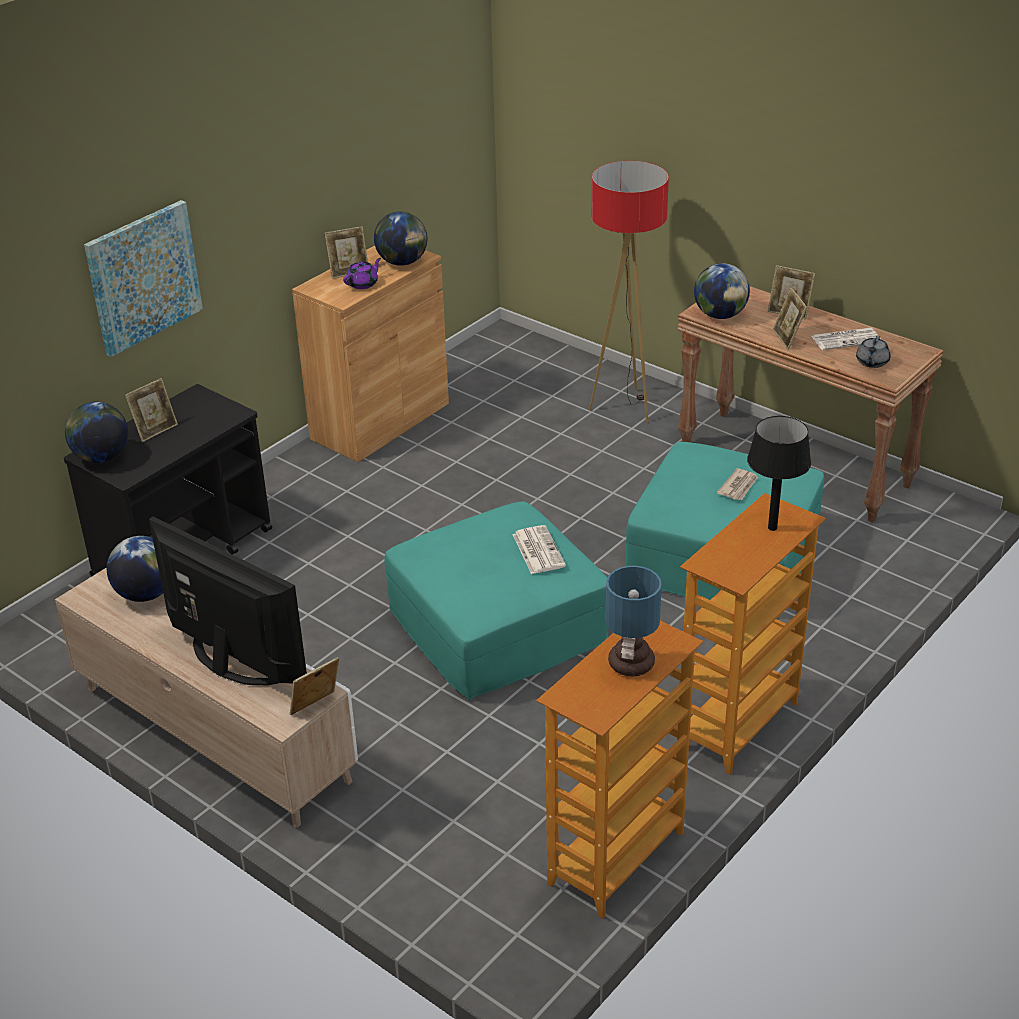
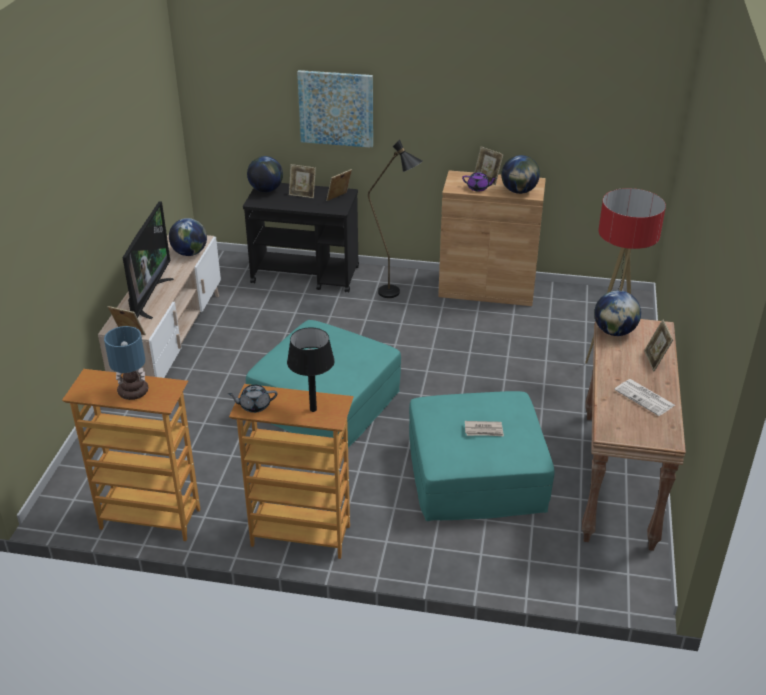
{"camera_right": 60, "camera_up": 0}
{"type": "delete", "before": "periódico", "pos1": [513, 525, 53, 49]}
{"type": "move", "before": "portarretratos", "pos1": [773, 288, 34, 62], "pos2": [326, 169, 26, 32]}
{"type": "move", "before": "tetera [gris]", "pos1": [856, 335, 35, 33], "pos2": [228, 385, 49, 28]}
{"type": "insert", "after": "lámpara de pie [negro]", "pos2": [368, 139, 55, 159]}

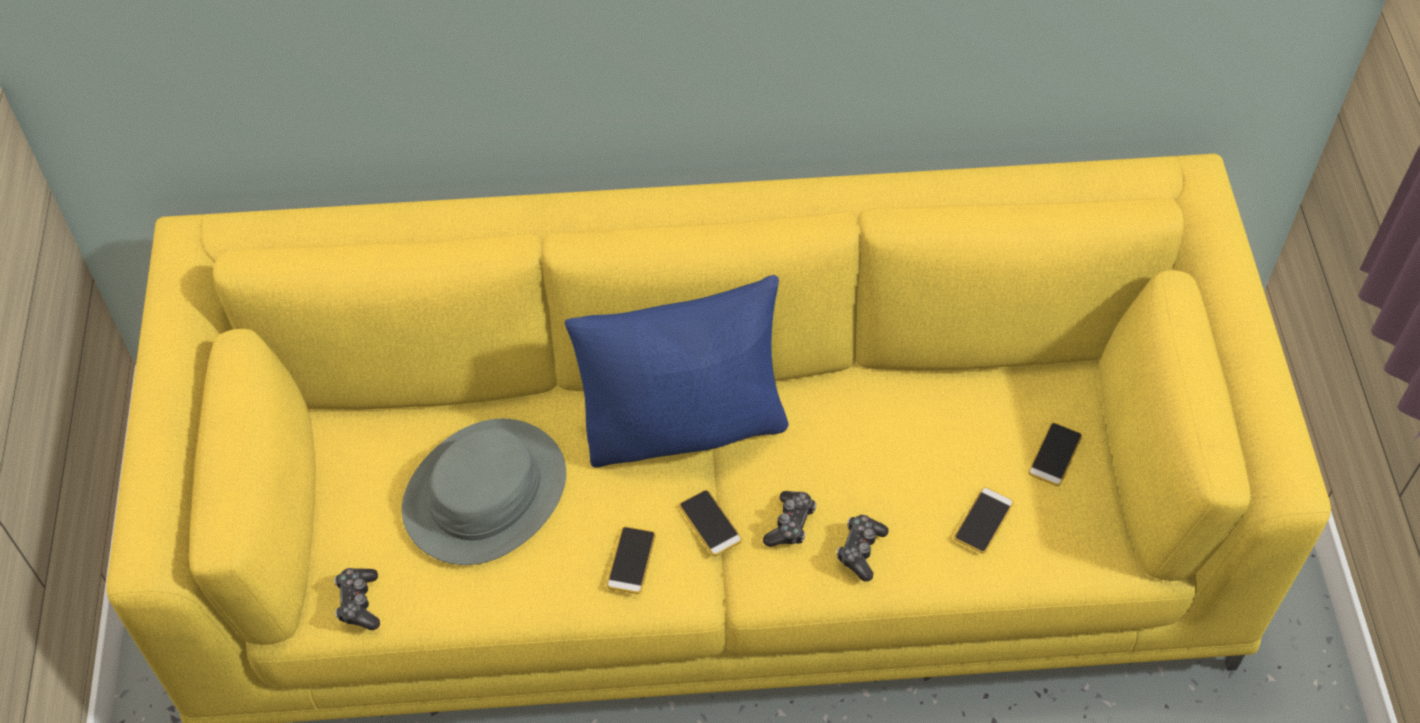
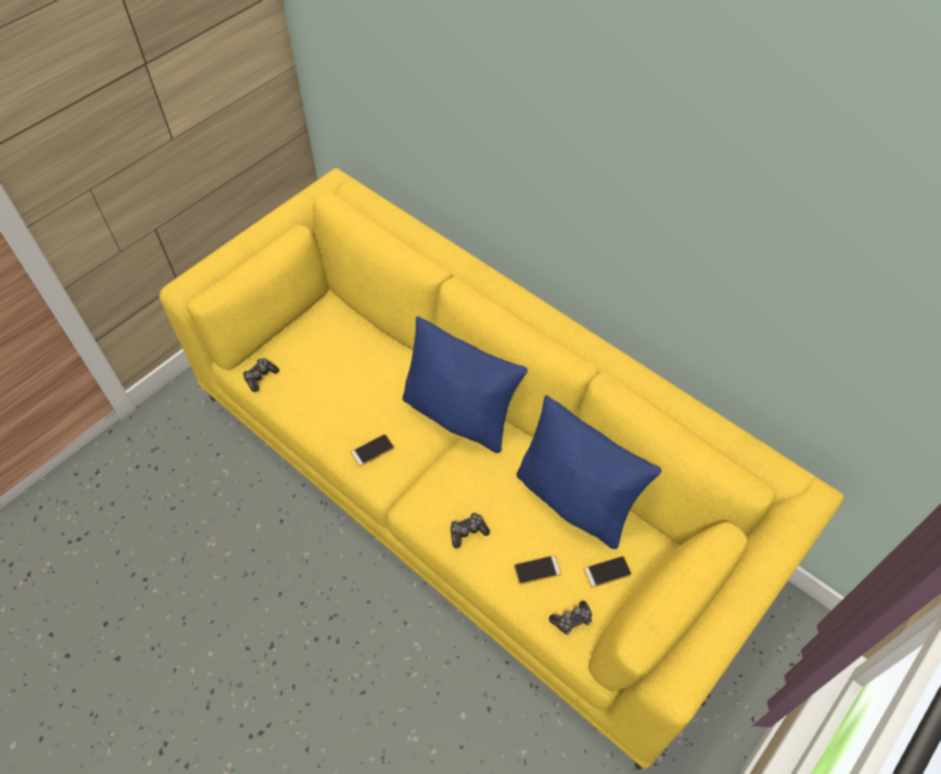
{"camera_right": 45, "camera_up": 0}
{"type": "delete", "before": "sombrero [gris]", "pos1": [402, 418, 164, 147]}
{"type": "delete", "before": "móvil", "pos1": [679, 490, 63, 66]}
{"type": "move", "before": "mando de consola", "pos1": [763, 491, 53, 56], "pos2": [549, 600, 43, 35]}
{"type": "insert", "after": "cojín [azul]", "pos2": [516, 395, 146, 154]}

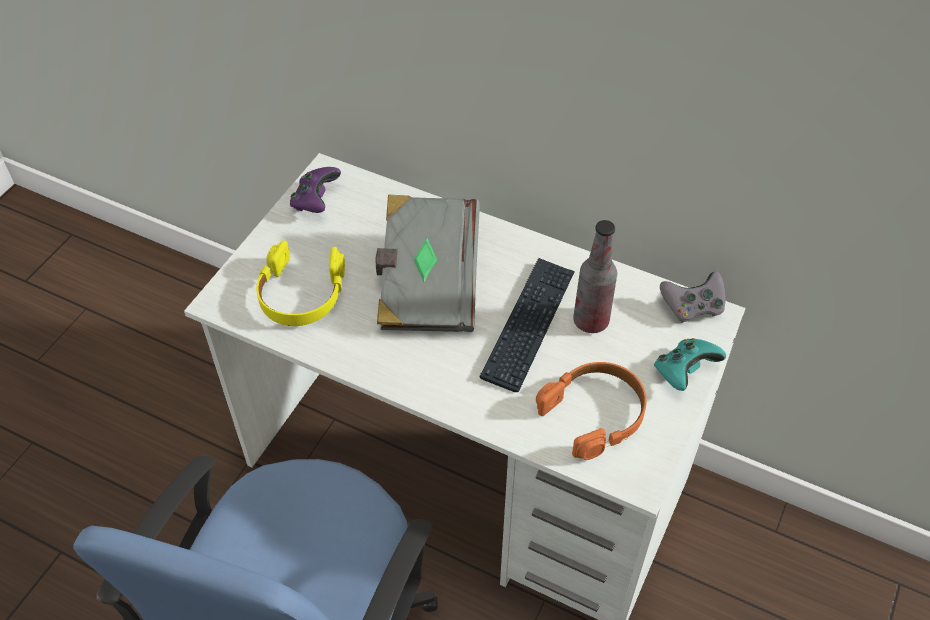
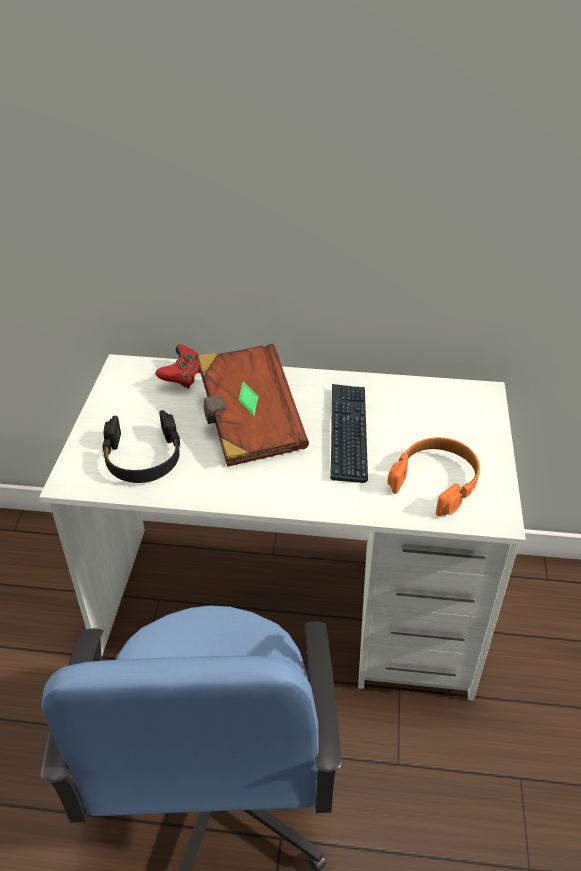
{"camera_right": -20, "camera_up": -10}
{"type": "recolor", "before": "auriculares [amarillo]", "after": "auriculares [negro]", "pos1": [256, 240, 89, 86], "pos2": [102, 410, 78, 73]}
{"type": "delete", "before": "mando de consola [morado]", "pos1": [290, 167, 51, 46]}
{"type": "recolor", "before": "libro [gris]", "after": "libro [marrón]", "pos1": [375, 195, 105, 137], "pos2": [197, 344, 112, 123]}
{"type": "delete", "before": "botella", "pos1": [573, 220, 44, 113]}
{"type": "delete", "before": "mando de consola [turquesa]", "pos1": [654, 338, 72, 53]}
{"type": "delete", "before": "mando de consola [gris]", "pos1": [660, 271, 65, 52]}
{"type": "insert", "after": "mando de consola [rojo]", "pos2": [155, 344, 45, 45]}

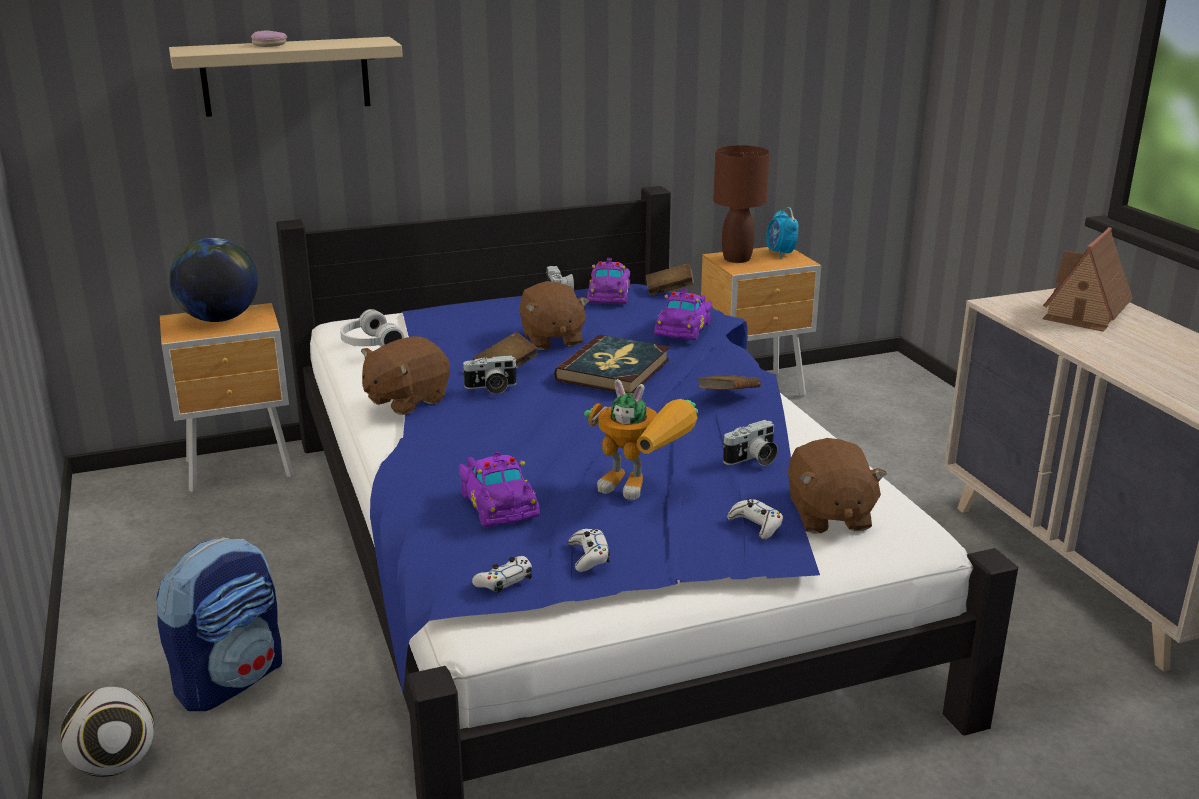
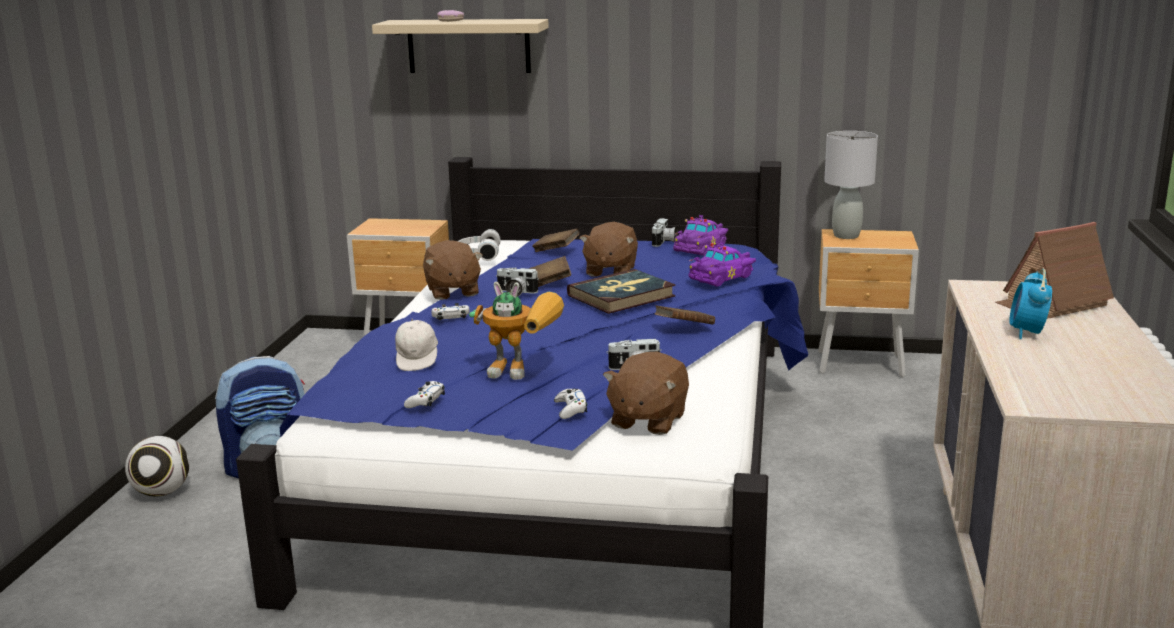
{"camera_right": 30, "camera_up": -5}
{"type": "delete", "before": "globo terráqueo", "pos1": [169, 238, 89, 84]}
{"type": "rotate", "before": "peluche [marrón]", "pos1": [361, 336, 89, 79], "pos2": [423, 240, 60, 60], "turn": -90}
{"type": "replace", "before": "coche de juguete [morado]", "after": "gorra [blanco]", "pos1": [459, 452, 81, 75], "pos2": [395, 319, 43, 52]}
{"type": "move", "before": "mando de consola [blanco]", "pos1": [472, 556, 60, 37], "pos2": [431, 303, 38, 17]}
{"type": "rotate", "before": "robot de juguete", "pos1": [584, 379, 114, 121], "pos2": [469, 282, 95, 98], "turn": -45}
{"type": "move", "before": "libro [marrón]", "pos1": [646, 263, 48, 33], "pos2": [532, 229, 48, 23]}
{"type": "recolor", "before": "lámpara de mesa [marrón]", "after": "lámpara de mesa [gris]", "pos1": [713, 145, 57, 118], "pos2": [824, 131, 54, 108]}
{"type": "move", "before": "despertador", "pos1": [766, 207, 33, 51], "pos2": [1009, 269, 43, 70]}

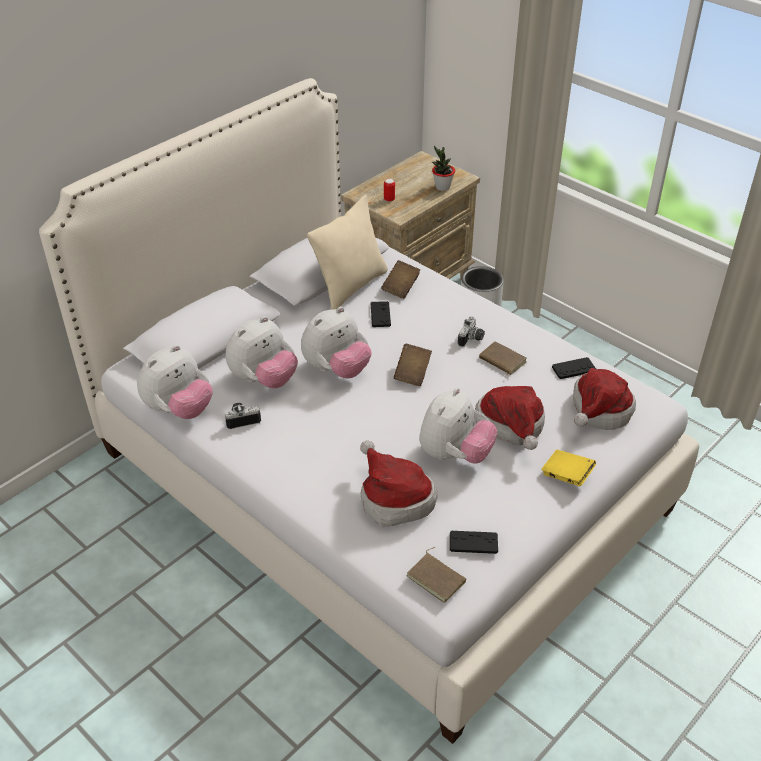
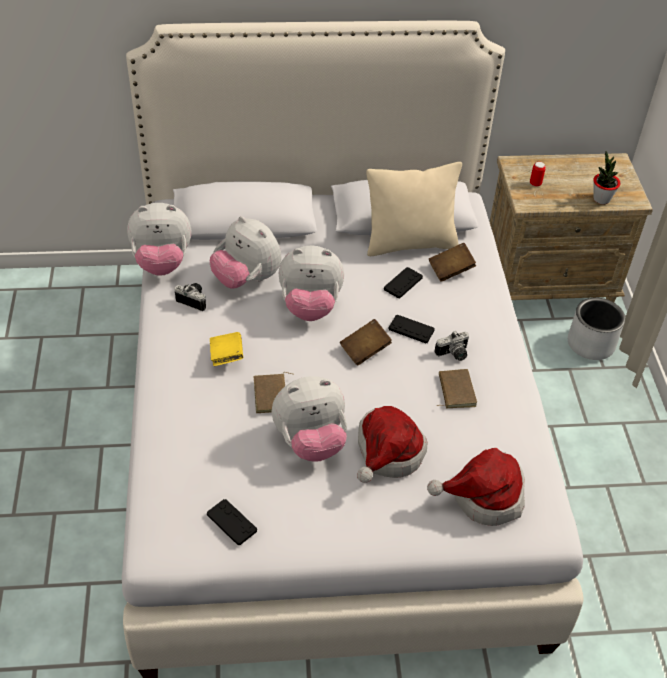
{"camera_right": 40, "camera_up": 5}
{"type": "rotate", "before": "peluche", "pos1": [226, 316, 72, 72], "pos2": [210, 216, 71, 72], "turn": 45}
{"type": "delete", "before": "sombrero", "pos1": [360, 440, 78, 87]}
{"type": "move", "before": "libro [marrón]", "pos1": [406, 547, 60, 56], "pos2": [253, 372, 39, 41]}
{"type": "move", "before": "libro [amarillo]", "pos1": [541, 449, 55, 37], "pos2": [210, 332, 33, 34]}
{"type": "move", "before": "mando de consola [negro]", "pos1": [552, 357, 44, 22], "pos2": [389, 315, 46, 28]}

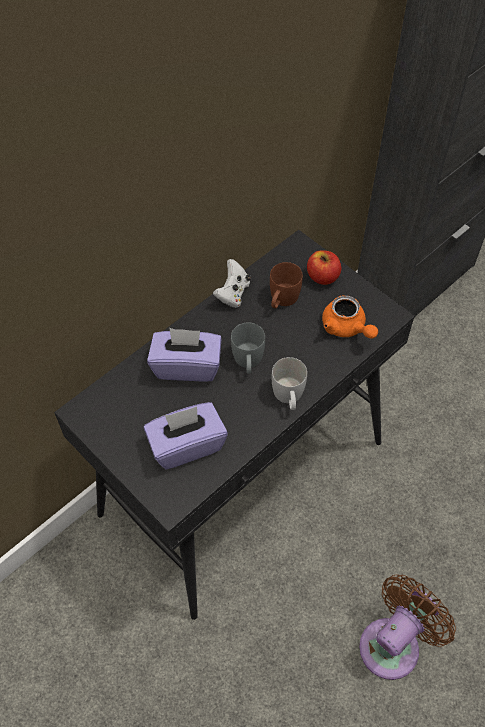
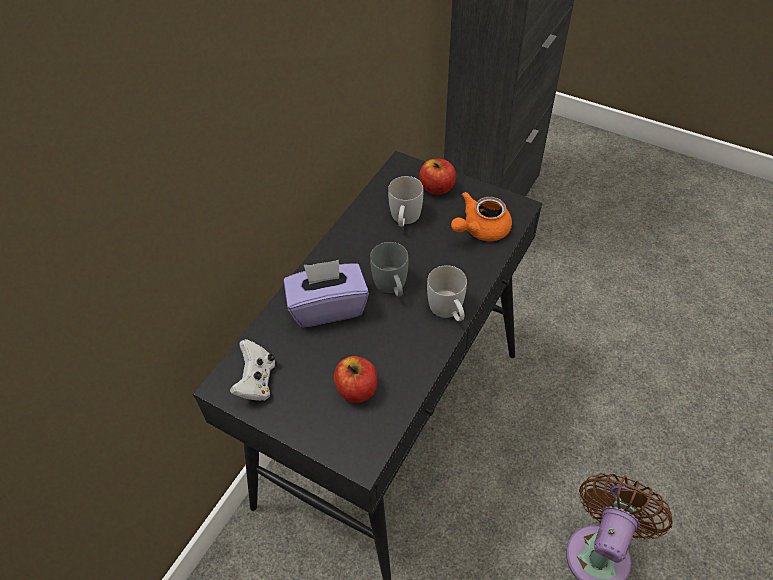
{"camera_right": -15, "camera_up": -5}
{"type": "replace", "before": "caja de pañuelos [morado]", "after": "manzana", "pos1": [144, 402, 84, 68], "pos2": [334, 356, 43, 47]}
{"type": "move", "before": "mando de consola [blanco]", "pos1": [213, 259, 38, 49], "pos2": [230, 339, 45, 62]}
{"type": "recolor", "before": "taza grande [marrón]", "after": "taza grande [blanco]", "pos1": [270, 262, 33, 46], "pos2": [388, 176, 35, 51]}
{"type": "rotate", "before": "tetera [naranja]", "pos1": [322, 295, 56, 43], "pos2": [451, 192, 61, 49], "turn": 105}

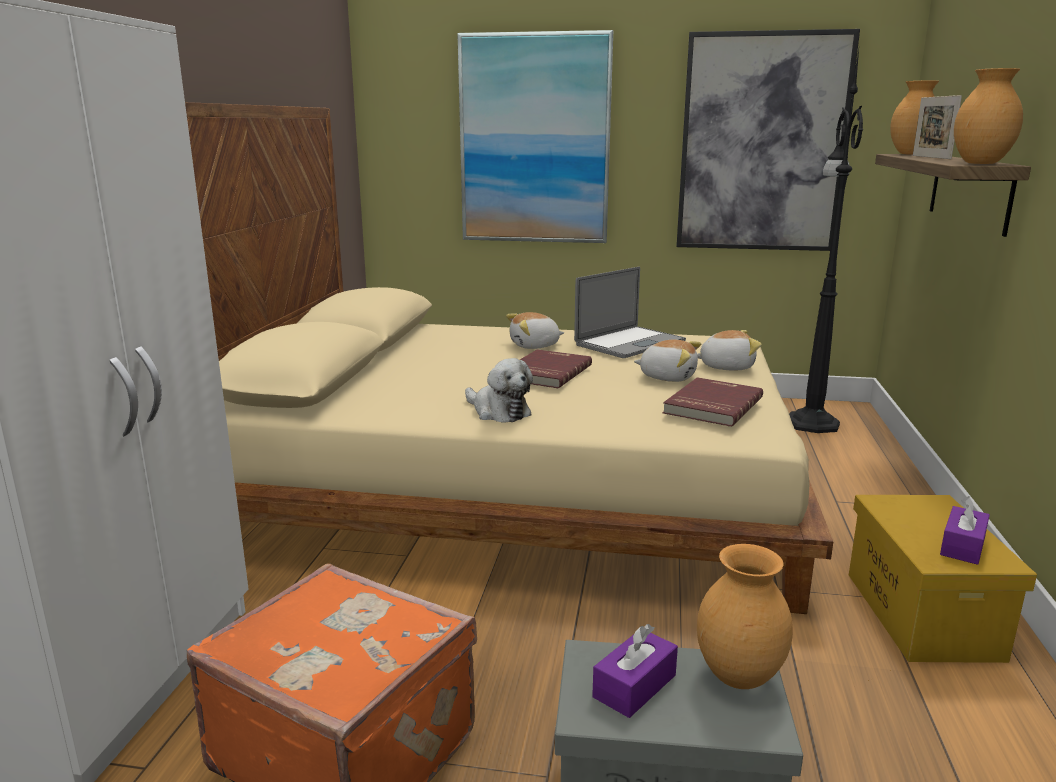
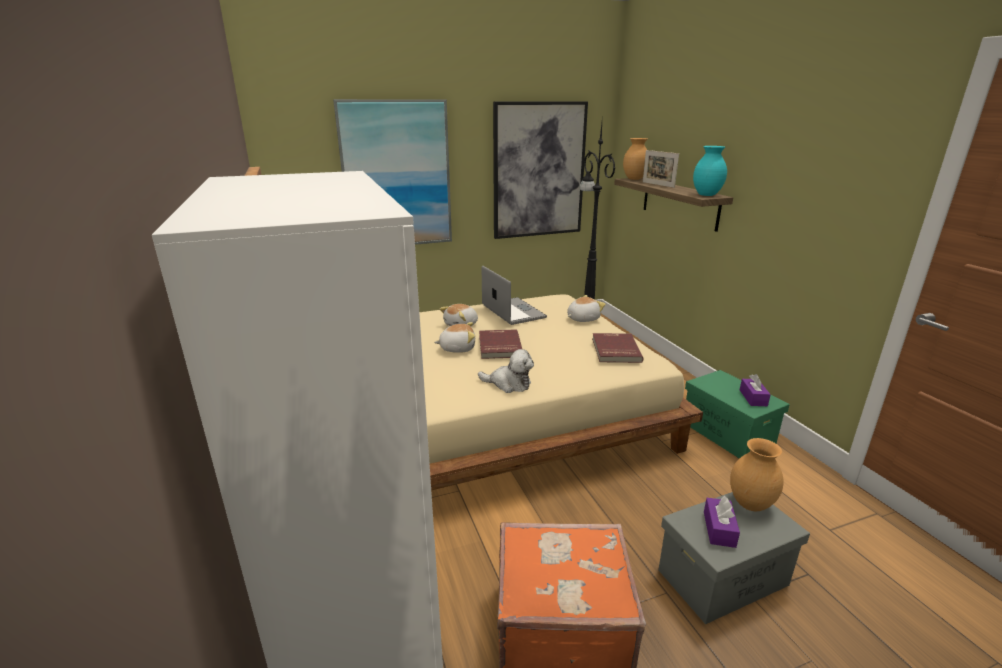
{"camera_right": -30, "camera_up": 5}
{"type": "rotate", "before": "portátil", "pos1": [574, 267, 112, 91], "pos2": [482, 266, 65, 59], "turn": -45}
{"type": "move", "before": "peluche", "pos1": [634, 339, 67, 43], "pos2": [434, 322, 41, 31]}
{"type": "recolor", "before": "caja de almacenaje [amarillo]", "after": "caja de almacenaje [verde]", "pos1": [849, 495, 188, 168], "pos2": [685, 370, 105, 89]}
{"type": "recolor", "before": "florero [marrón]", "after": "florero [turquesa]", "pos1": [954, 68, 69, 96], "pos2": [693, 146, 34, 50]}

